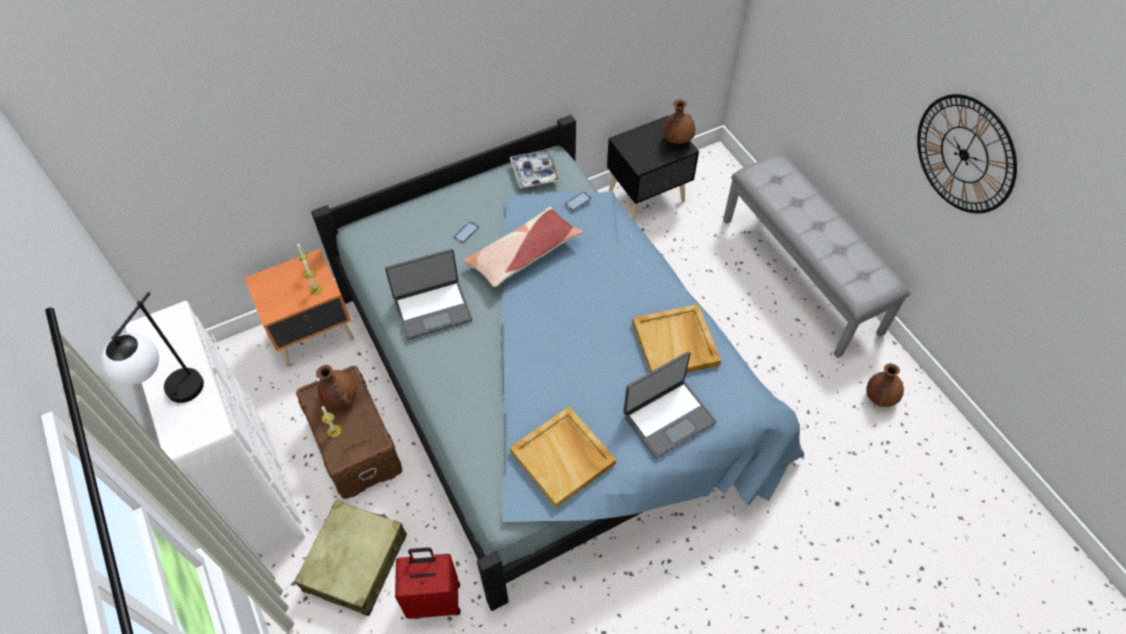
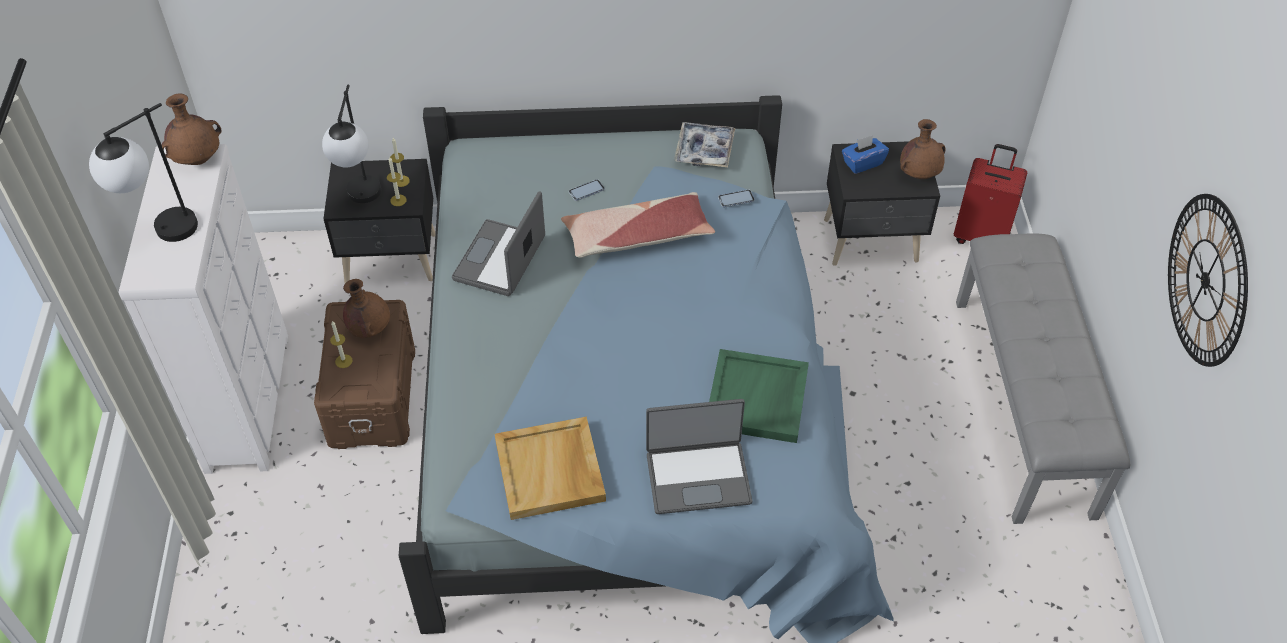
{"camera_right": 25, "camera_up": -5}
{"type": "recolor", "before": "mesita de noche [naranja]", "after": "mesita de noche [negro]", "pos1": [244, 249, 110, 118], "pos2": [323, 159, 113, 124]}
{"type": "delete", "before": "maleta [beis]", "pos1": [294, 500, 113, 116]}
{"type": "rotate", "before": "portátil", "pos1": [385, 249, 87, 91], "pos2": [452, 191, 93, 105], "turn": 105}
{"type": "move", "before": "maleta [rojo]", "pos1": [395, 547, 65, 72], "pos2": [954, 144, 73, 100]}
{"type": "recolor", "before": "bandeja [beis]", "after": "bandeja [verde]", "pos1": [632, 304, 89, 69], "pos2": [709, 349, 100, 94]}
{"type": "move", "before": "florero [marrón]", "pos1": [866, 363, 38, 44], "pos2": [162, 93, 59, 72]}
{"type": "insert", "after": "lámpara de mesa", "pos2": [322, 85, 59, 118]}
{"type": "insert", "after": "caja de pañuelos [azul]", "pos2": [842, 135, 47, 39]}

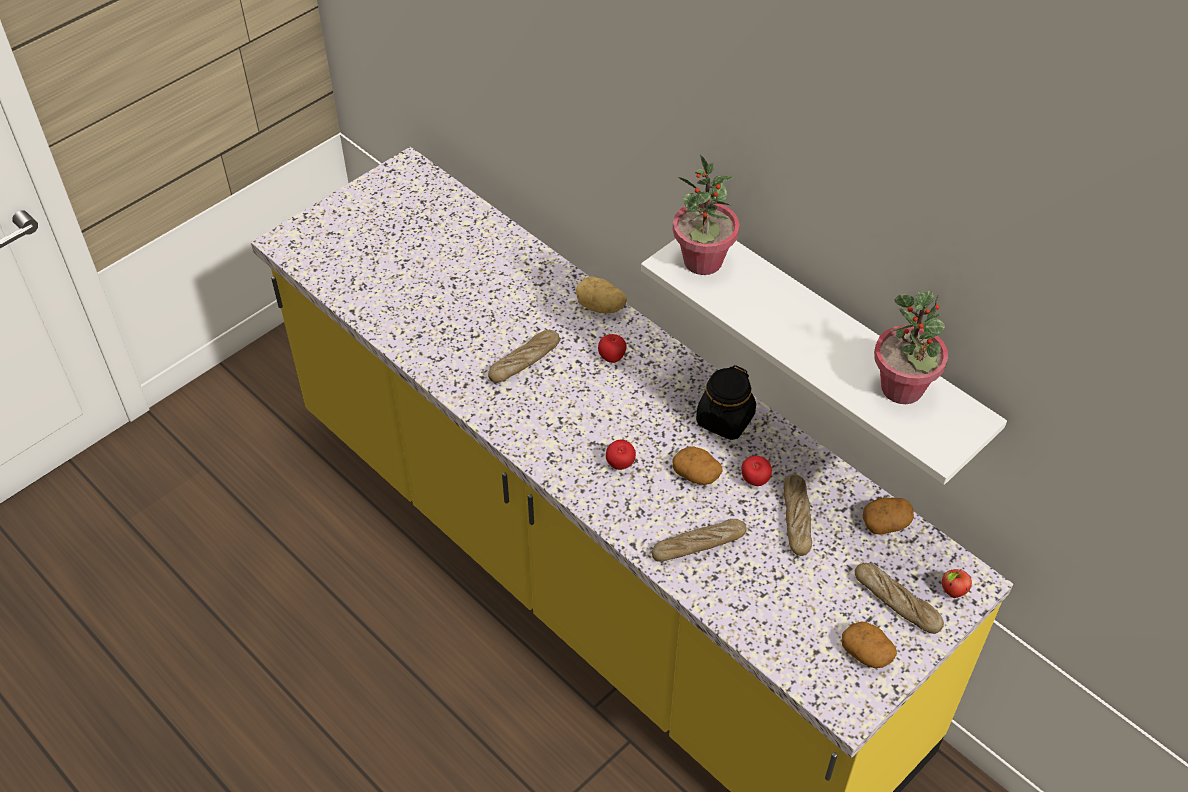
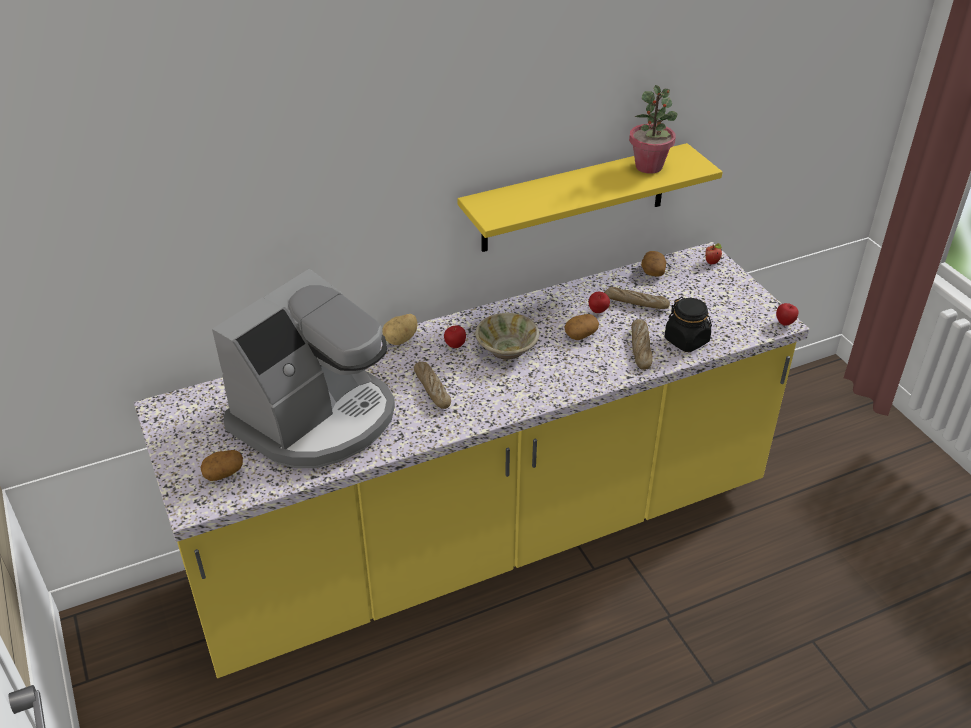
{"camera_right": -70, "camera_up": -10}
{"type": "move", "before": "manzana", "pos1": [606, 440, 30, 30], "pos2": [776, 303, 23, 23]}
{"type": "recolor", "before": "estante [blanco]", "after": "estante [amarillo]", "pos1": [641, 239, 366, 246], "pos2": [457, 143, 265, 109]}
{"type": "delete", "before": "planta en maceta", "pos1": [673, 154, 66, 121]}
{"type": "move", "before": "tarro [negro]", "pos1": [696, 365, 60, 75], "pos2": [665, 297, 47, 55]}
{"type": "move", "before": "patata", "pos1": [842, 621, 55, 47], "pos2": [201, 450, 42, 31]}
{"type": "delete", "before": "pan", "pos1": [854, 563, 90, 71]}
{"type": "insert", "after": "cafetera", "pos2": [212, 269, 183, 199]}
{"type": "insert", "after": "cuenco [beis]", "pos2": [475, 313, 64, 47]}

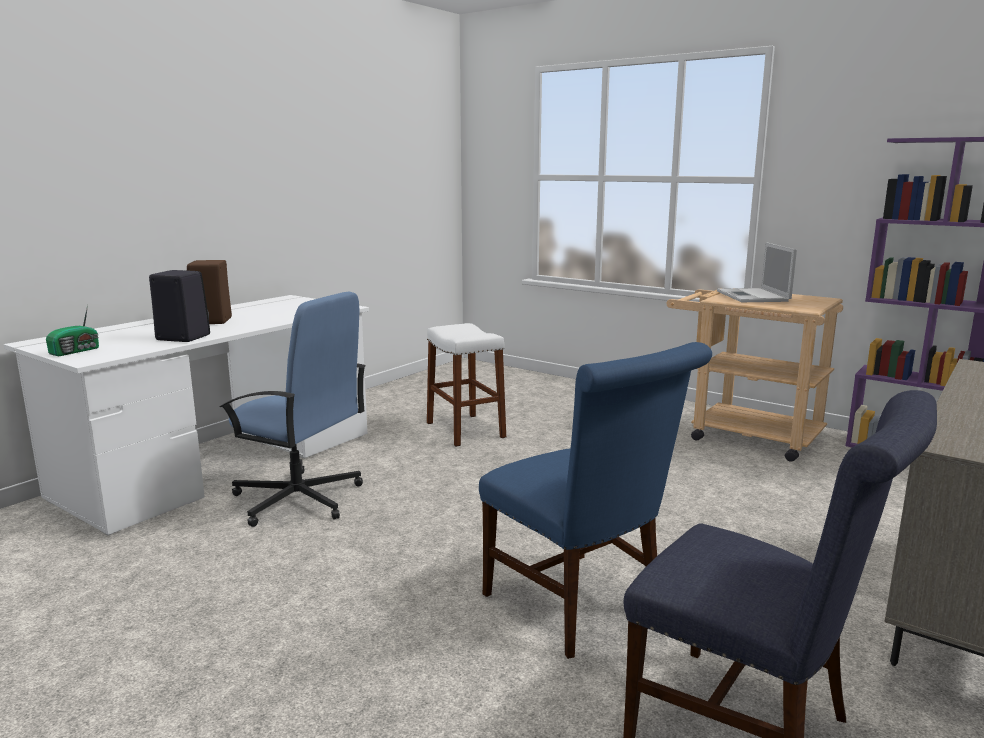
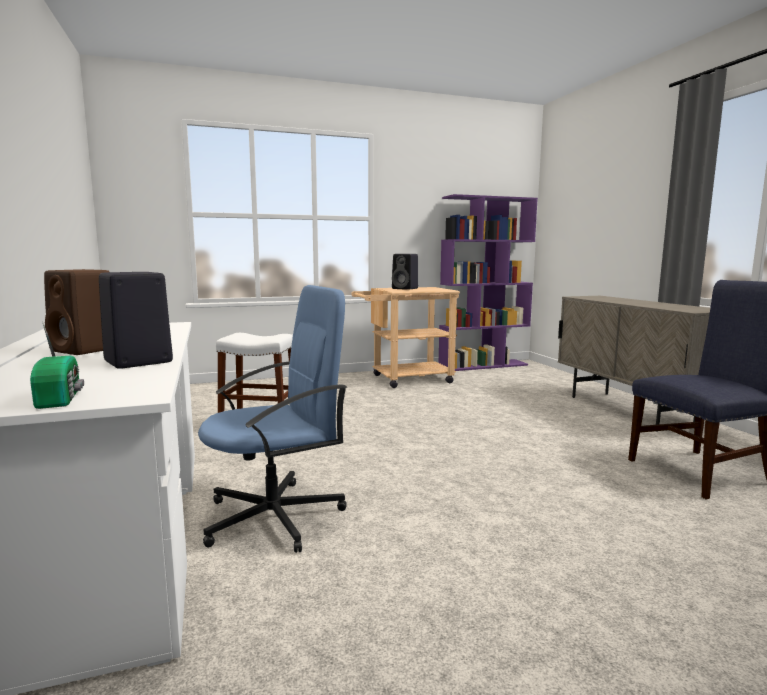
{"camera_right": -55, "camera_up": -5}
{"type": "delete", "before": "silla [azul]", "pos1": [479, 342, 233, 317]}
{"type": "replace", "before": "portátil", "after": "altavoz [negro]", "pos1": [717, 242, 80, 60], "pos2": [392, 254, 26, 36]}

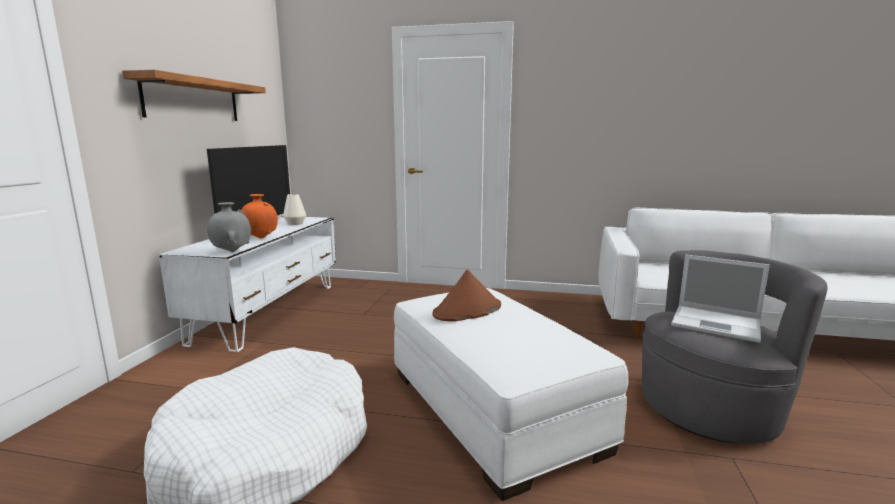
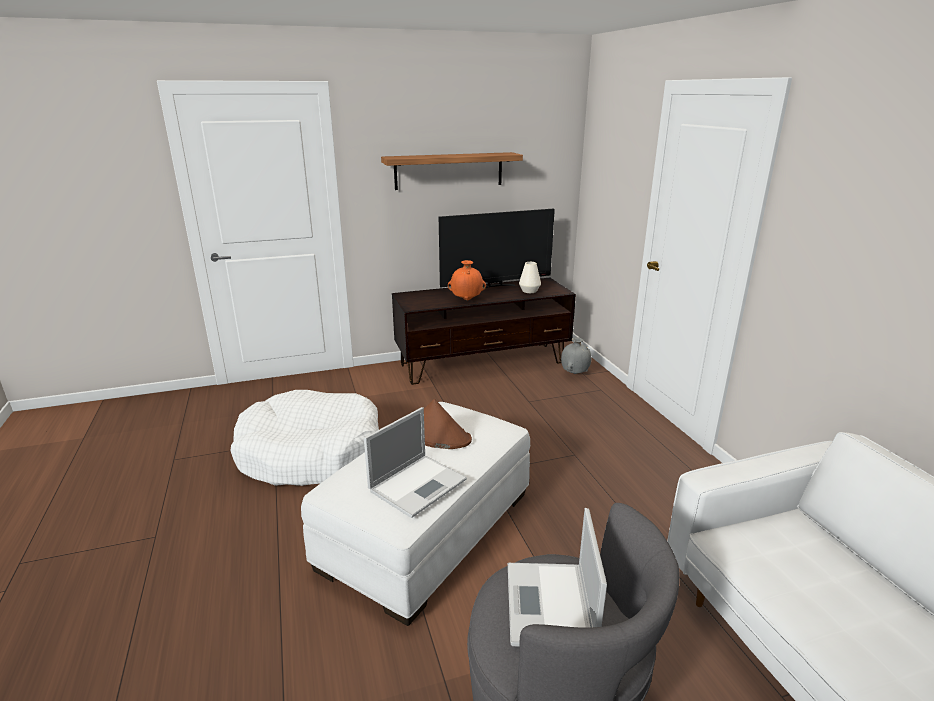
{"camera_right": 60, "camera_up": 10}
{"type": "recolor", "before": "mueble de televisión [blanco]", "after": "mueble de televisión [marrón]", "pos1": [159, 216, 177, 136], "pos2": [392, 278, 184, 107]}
{"type": "move", "before": "florero [gris]", "pos1": [207, 202, 44, 50], "pos2": [561, 337, 31, 37]}
{"type": "insert", "after": "portátil", "pos2": [364, 407, 103, 111]}

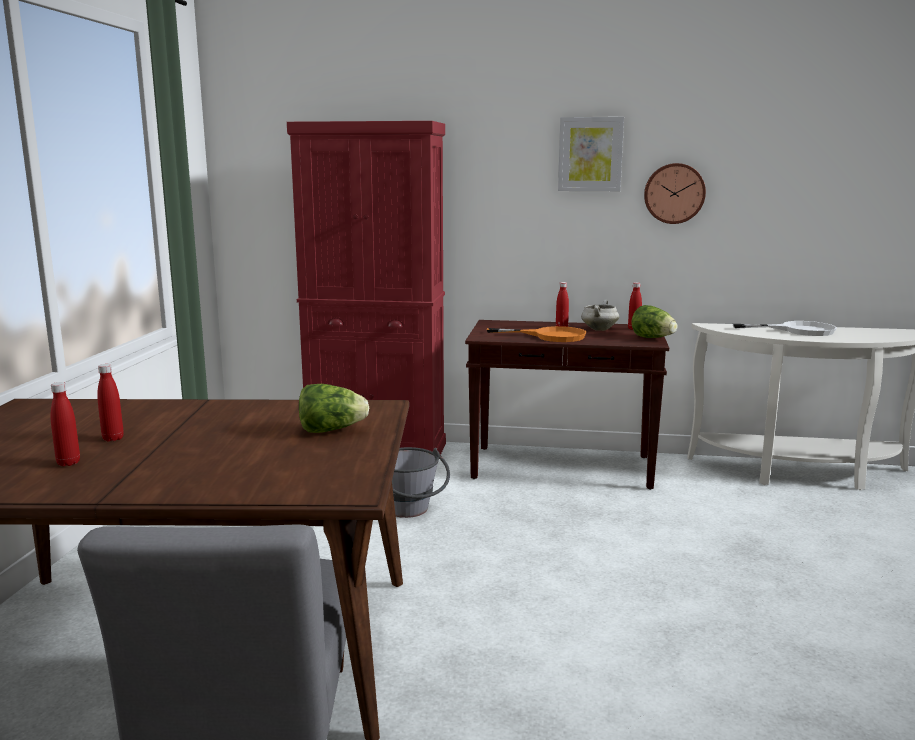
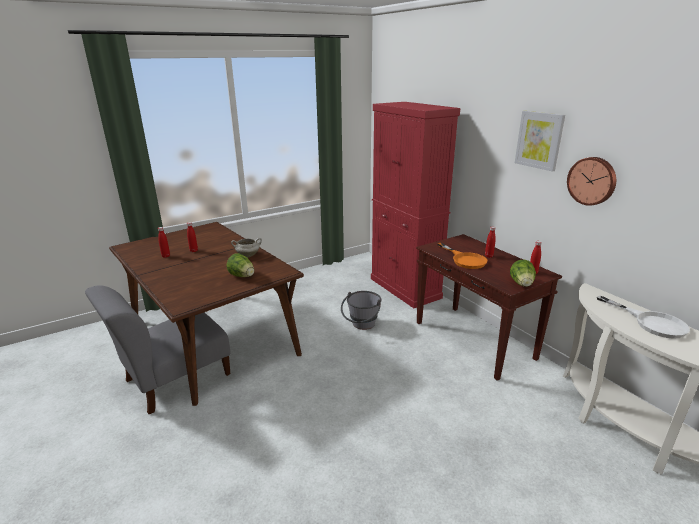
{"camera_right": 50, "camera_up": 10}
{"type": "move", "before": "olla [blanco]", "pos1": [581, 300, 38, 31], "pos2": [231, 238, 31, 20]}

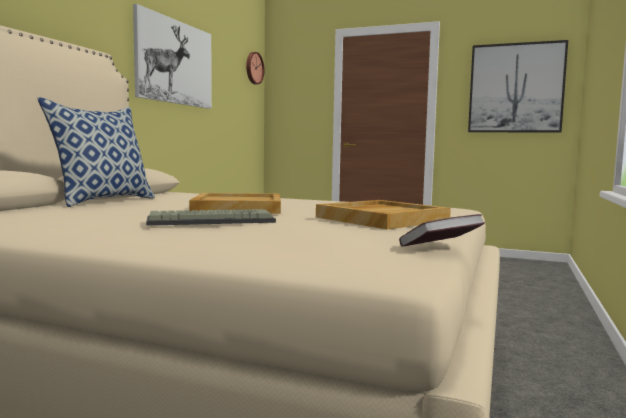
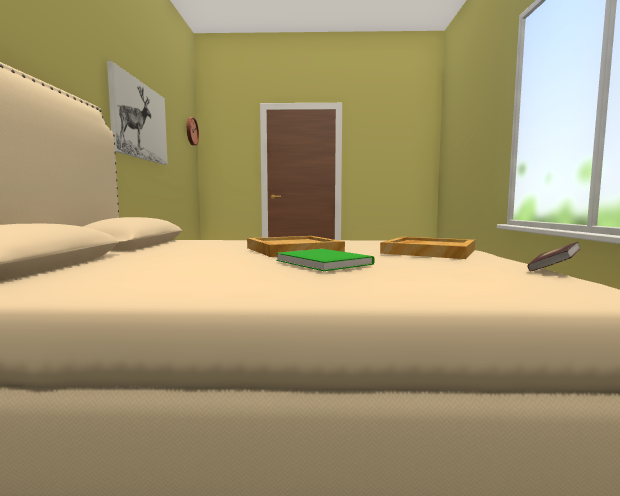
{"camera_right": -20, "camera_up": 0}
{"type": "delete", "before": "cojín", "pos1": [37, 97, 118, 110]}
{"type": "replace", "before": "teclado", "after": "libro [verde]", "pos1": [146, 209, 130, 17], "pos2": [276, 249, 99, 22]}
{"type": "delete", "before": "cuadro", "pos1": [468, 40, 100, 92]}

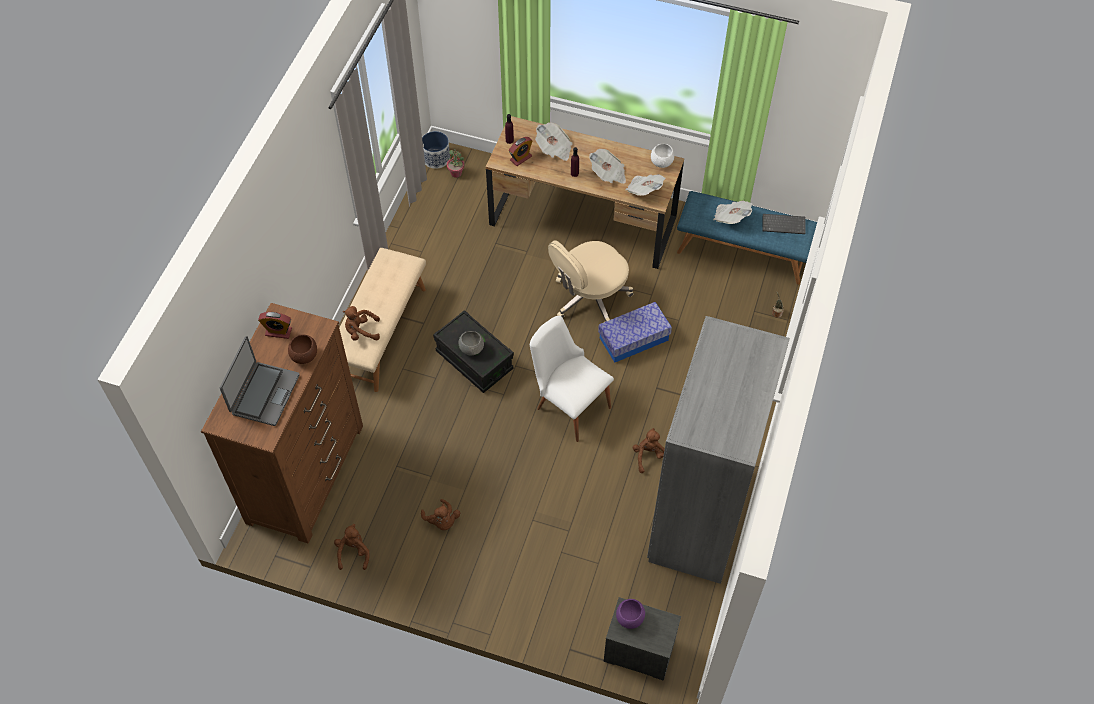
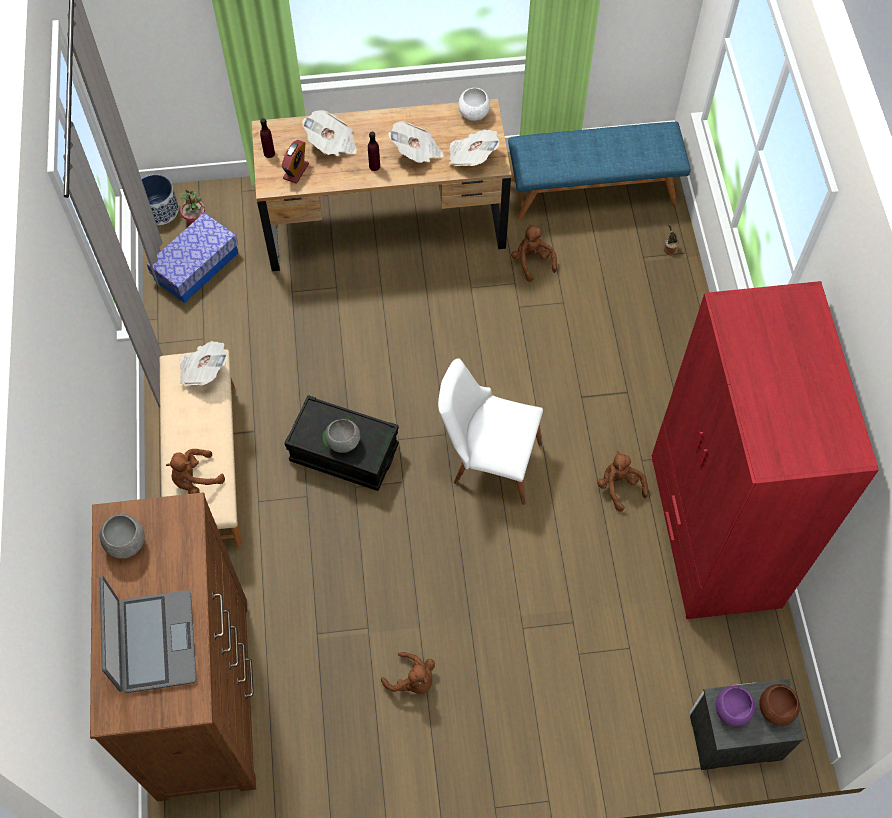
{"camera_right": -25, "camera_up": 5}
{"type": "replace", "before": "despertador", "after": "cuenco [gris]", "pos1": [258, 312, 34, 27], "pos2": [100, 514, 45, 45]}
{"type": "move", "before": "cuenco [marrón]", "pos1": [288, 335, 29, 29], "pos2": [759, 684, 41, 42]}
{"type": "move", "before": "peluche [marrón]", "pos1": [334, 524, 35, 46], "pos2": [511, 224, 46, 58]}
{"type": "delete", "before": "silla de oficina [beis]", "pos1": [548, 240, 86, 82]}
{"type": "move", "before": "caja de almacenaje", "pos1": [598, 302, 74, 61], "pos2": [147, 212, 91, 91]}
{"type": "recolor", "before": "armario ropero [gris]", "after": "armario ropero [rojo]", "pos1": [647, 316, 143, 268], "pos2": [652, 281, 227, 338]}
{"type": "move", "before": "periódico", "pos1": [713, 201, 39, 23], "pos2": [180, 341, 47, 44]}
{"type": "delete", "before": "teclado", "pos1": [762, 214, 43, 20]}

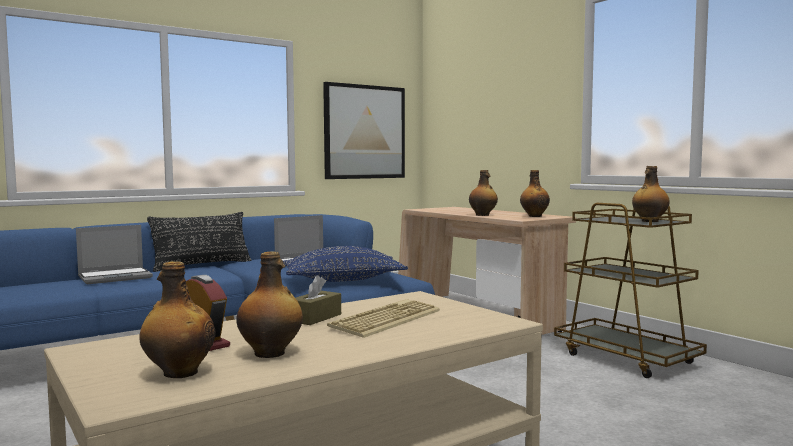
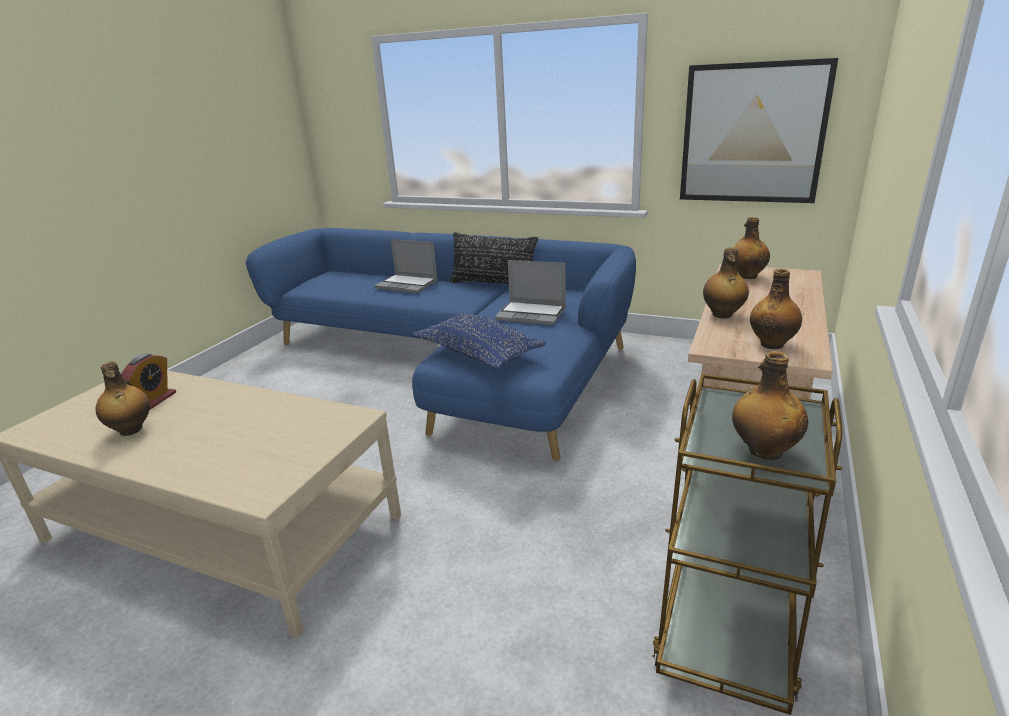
{"camera_right": 60, "camera_up": 20}
{"type": "move", "before": "botella", "pos1": [139, 261, 77, 117], "pos2": [733, 217, 37, 62]}
{"type": "delete", "before": "caja de pañuelos [marrón]", "pos1": [296, 275, 45, 50]}
{"type": "delete", "before": "teclado", "pos1": [327, 299, 113, 39]}

